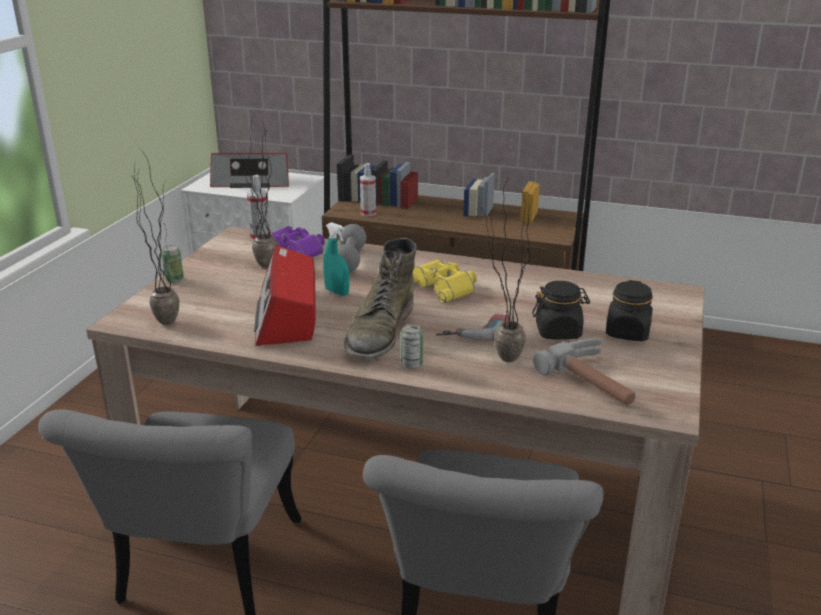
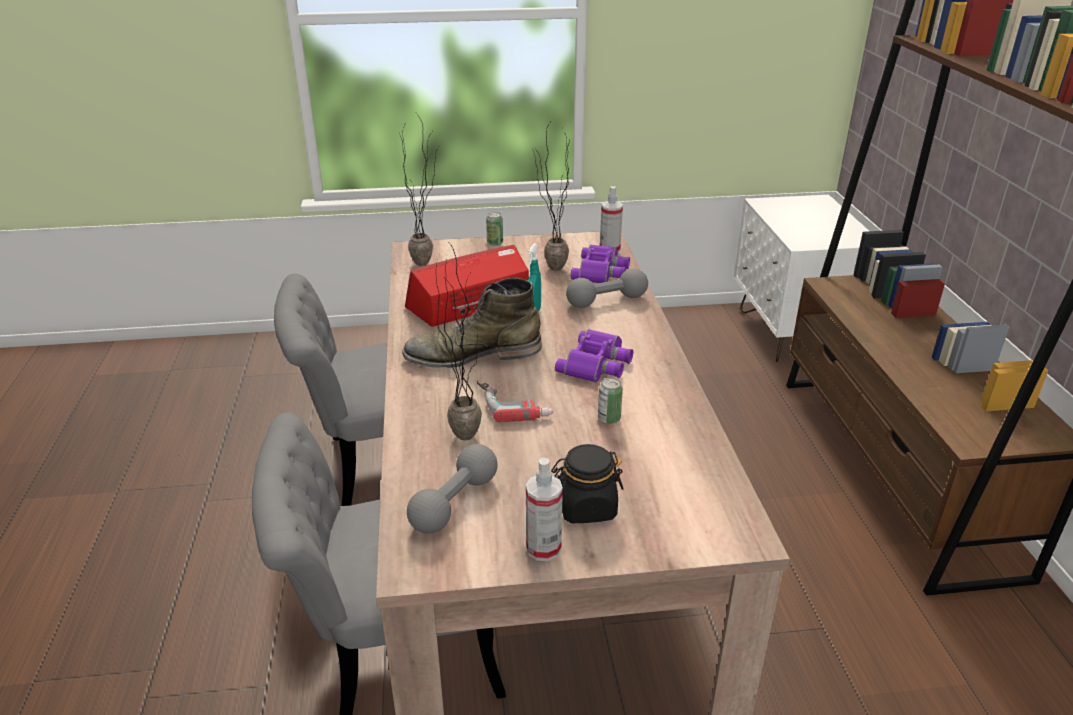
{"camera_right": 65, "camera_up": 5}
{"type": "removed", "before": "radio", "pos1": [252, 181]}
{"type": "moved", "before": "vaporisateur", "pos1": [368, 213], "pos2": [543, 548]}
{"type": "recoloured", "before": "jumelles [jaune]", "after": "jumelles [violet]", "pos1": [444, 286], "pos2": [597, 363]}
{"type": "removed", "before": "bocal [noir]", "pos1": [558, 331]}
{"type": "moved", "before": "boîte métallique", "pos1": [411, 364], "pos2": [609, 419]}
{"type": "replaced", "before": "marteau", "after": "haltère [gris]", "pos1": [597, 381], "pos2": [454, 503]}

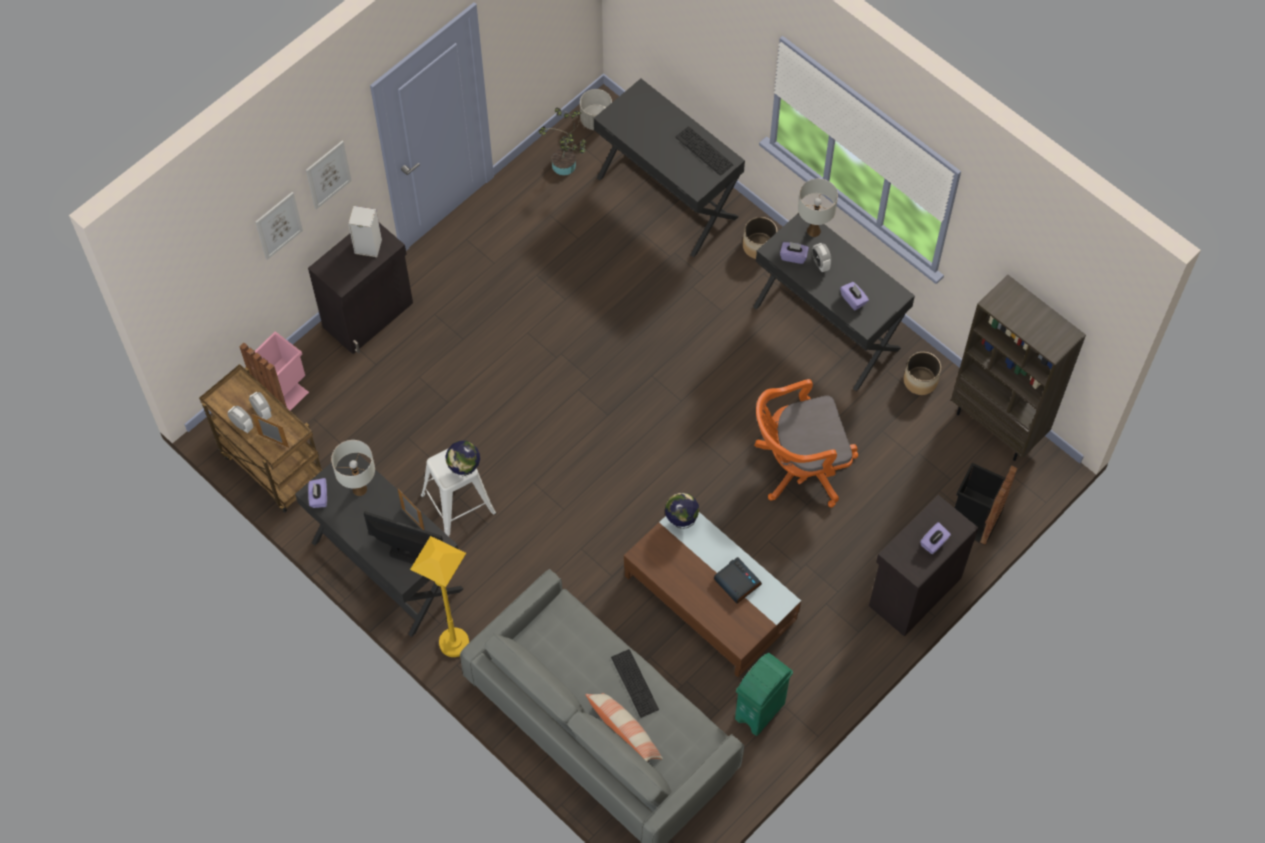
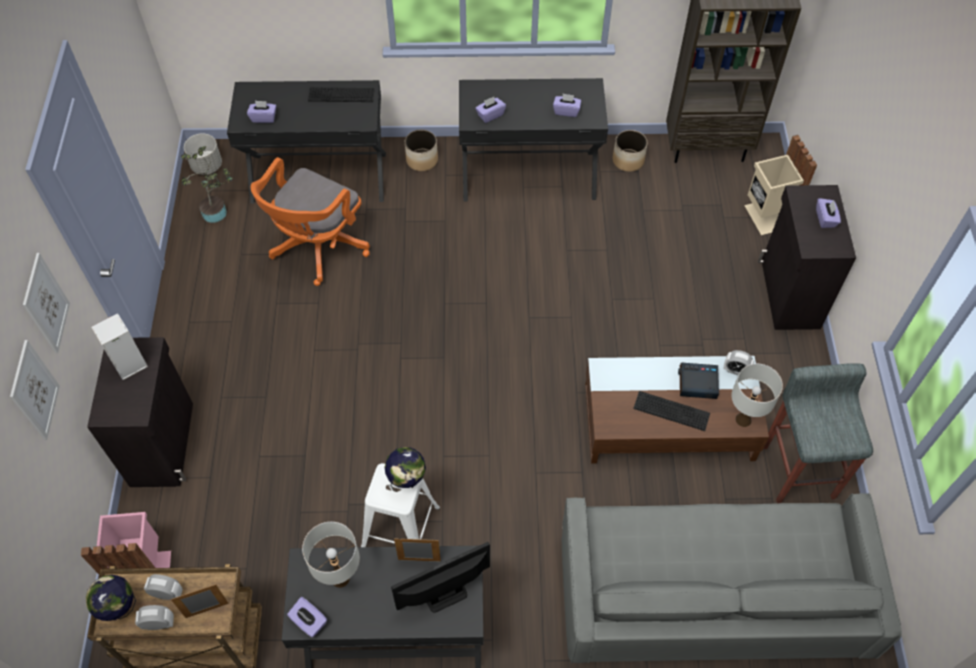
{"camera_right": -45, "camera_up": -5}
{"type": "moved", "before": "lampe de table [blanc]", "pos1": [813, 231], "pos2": [743, 420]}
{"type": "moved", "before": "réveil", "pos1": [820, 264], "pos2": [736, 371]}
{"type": "moved", "before": "chaise de bureau [orange]", "pos1": [799, 466], "pos2": [317, 248]}
{"type": "recoloured", "before": "poubelle [noir]", "after": "poubelle [beige]", "pos1": [974, 519], "pos2": [766, 217]}
{"type": "moved", "before": "globe", "pos1": [681, 520], "pos2": [119, 608]}
{"type": "removed", "before": "lampadaire [jaune]", "pos1": [454, 643]}
{"type": "moved", "before": "clavier", "pos1": [634, 683], "pos2": [671, 411]}
{"type": "replaced", "before": "poubelle [vert]", "after": "tabouret [gris]", "pos1": [760, 711], "pos2": [798, 470]}
{"type": "removed", "before": "coussin", "pos1": [624, 732]}
{"type": "added", "after": "boîte à mouchoirs [violet]", "pos2": [264, 117]}

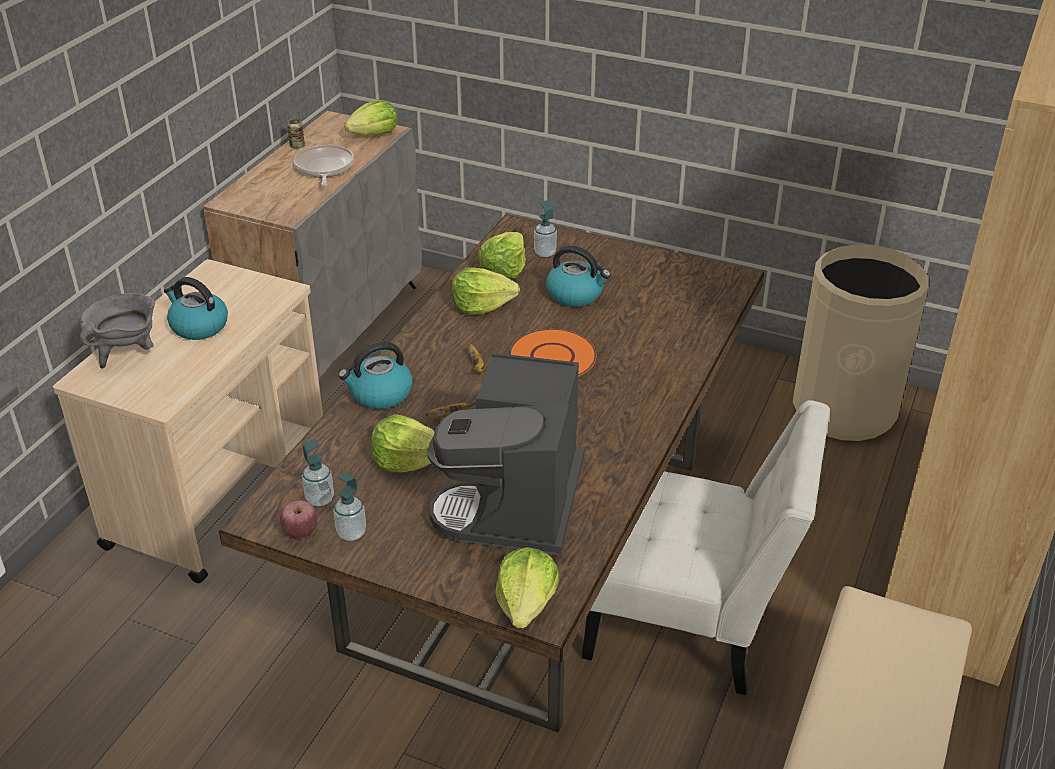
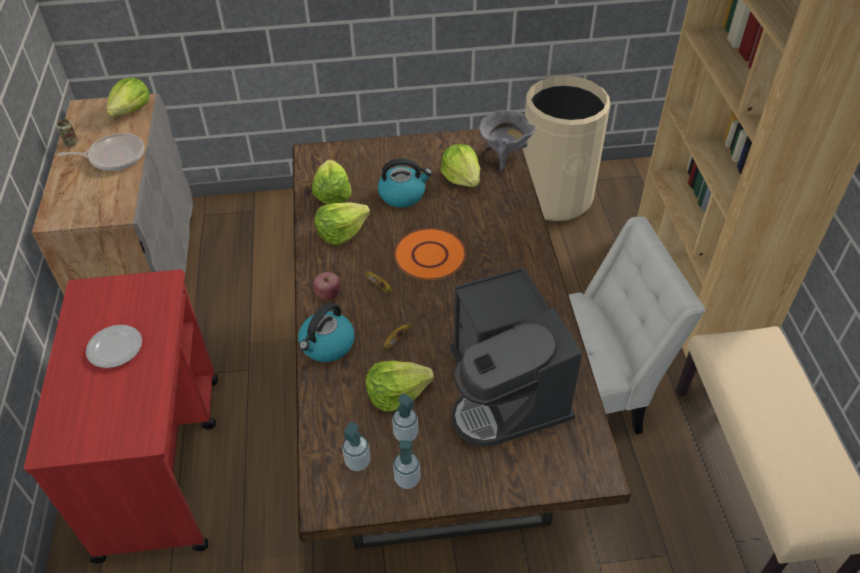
{"camera_right": -30, "camera_up": 10}
{"type": "turned", "before": "poêle", "pos1": [324, 168], "pos2": [114, 156], "turn": 120}
{"type": "moved", "before": "distributeur de savon", "pos1": [545, 252], "pos2": [406, 434]}
{"type": "recoloured", "before": "chariot [beige]", "after": "chariot [rouge]", "pos1": [221, 491], "pos2": [162, 462]}
{"type": "replaced", "before": "bouilloire", "after": "assiette", "pos1": [198, 326], "pos2": [115, 348]}
{"type": "moved", "before": "marmite [gris]", "pos1": [128, 353], "pos2": [504, 156]}
{"type": "moved", "before": "pomme", "pos1": [301, 532], "pos2": [328, 294]}
{"type": "moved", "before": "laitue", "pos1": [526, 604], "pos2": [462, 177]}

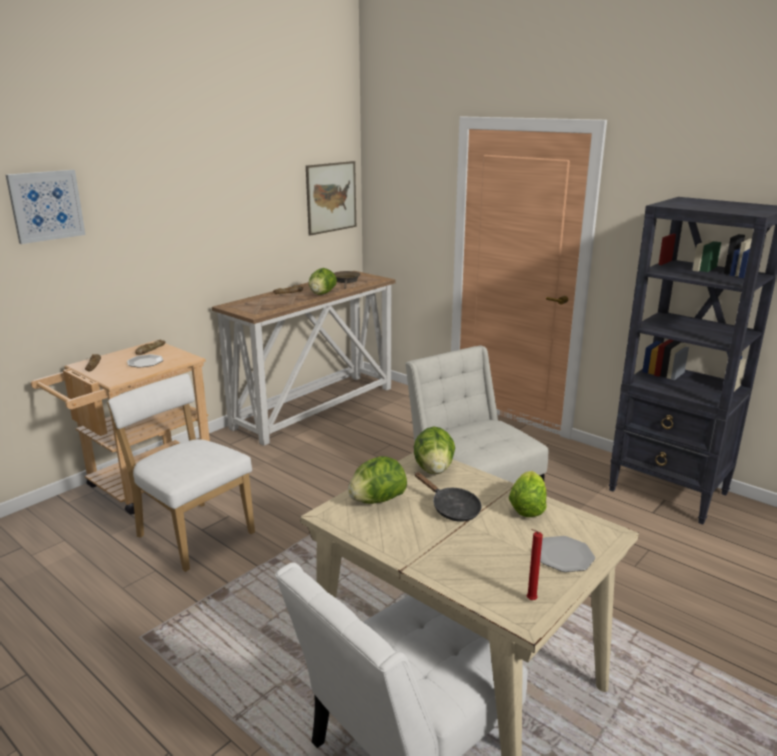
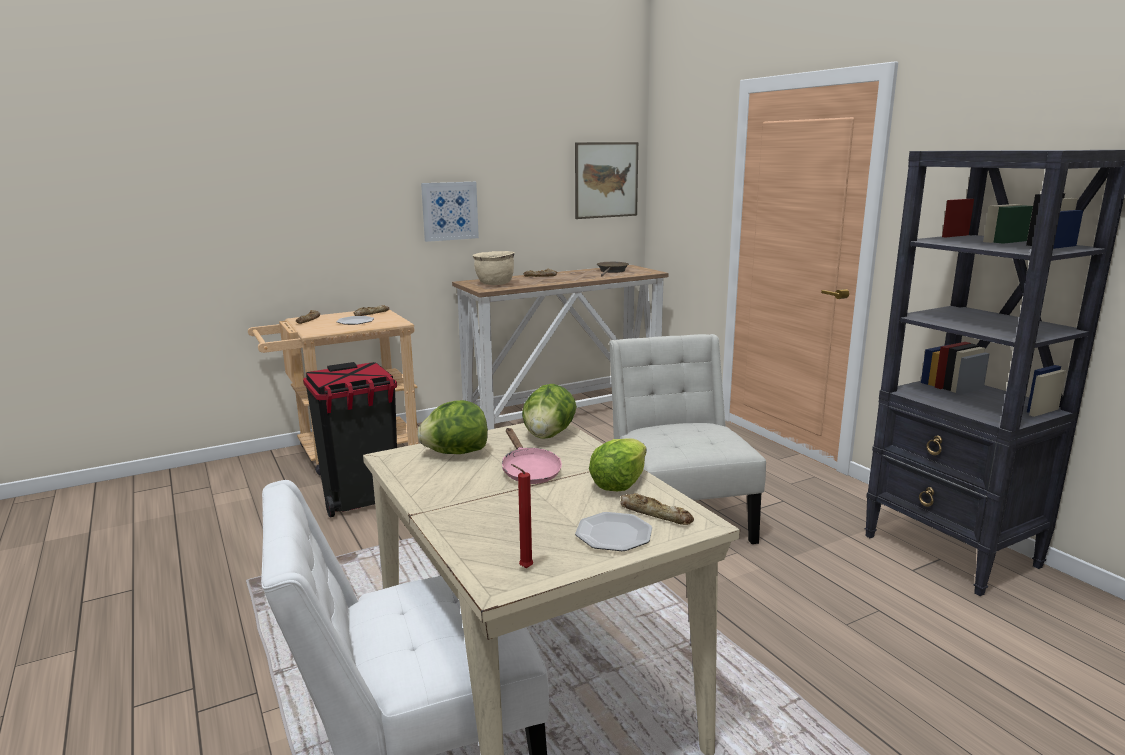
{"camera_right": 20, "camera_up": -5}
{"type": "moved", "before": "tableau", "pos1": [46, 206], "pos2": [449, 211]}
{"type": "removed", "before": "laitue", "pos1": [322, 294]}
{"type": "replaced", "before": "chaise [blanc]", "after": "poubelle [noir]", "pos1": [192, 533], "pos2": [362, 500]}
{"type": "recoloured", "before": "poêle [noir]", "after": "poêle [rose]", "pos1": [452, 509], "pos2": [529, 471]}
{"type": "added", "after": "marmite [beige]", "pos2": [494, 284]}
{"type": "added", "after": "pain", "pos2": [655, 514]}

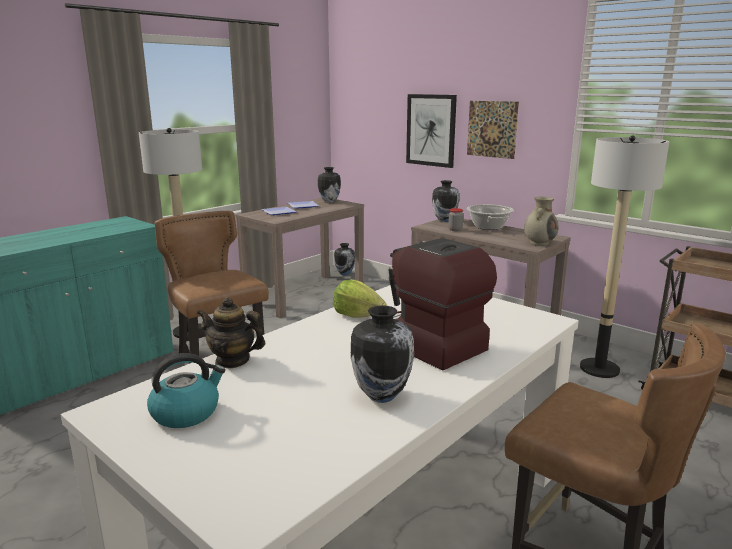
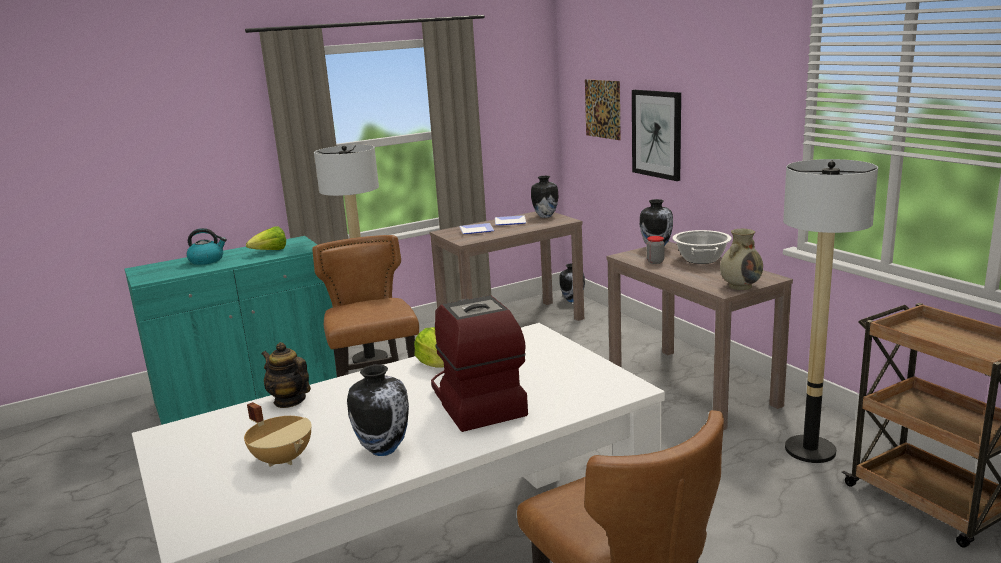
{"camera_right": 20, "camera_up": 0}
{"type": "moved", "before": "tableau", "pos1": [492, 129], "pos2": [602, 109]}
{"type": "moved", "before": "bouilloire", "pos1": [186, 412], "pos2": [207, 260]}
{"type": "added", "after": "laitue", "pos2": [270, 251]}
{"type": "added", "after": "marmite [beige]", "pos2": [283, 459]}

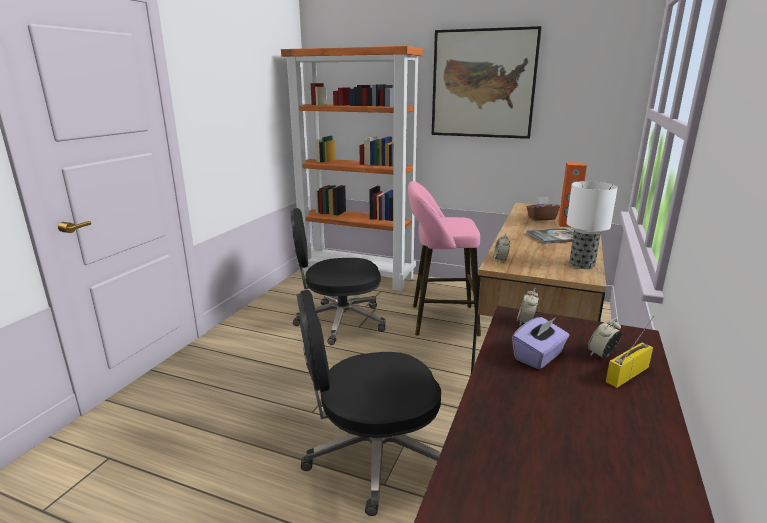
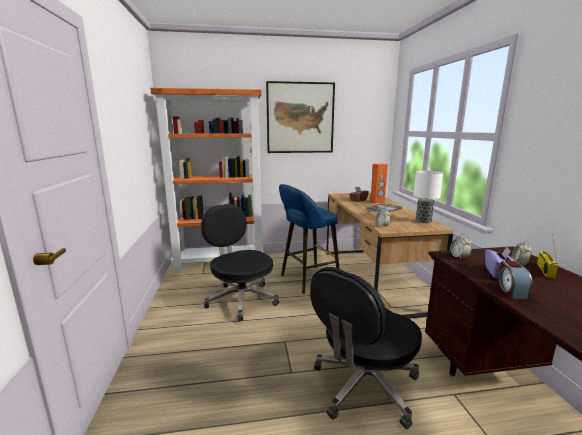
{"camera_right": -30, "camera_up": -5}
{"type": "recoloured", "before": "tabouret [rose]", "after": "tabouret [bleu]", "pos1": [439, 320], "pos2": [307, 280]}
{"type": "turned", "before": "chaise de bureau [noir]", "pos1": [339, 321], "pos2": [241, 299], "turn": 90}
{"type": "added", "after": "réveil", "pos2": [511, 291]}

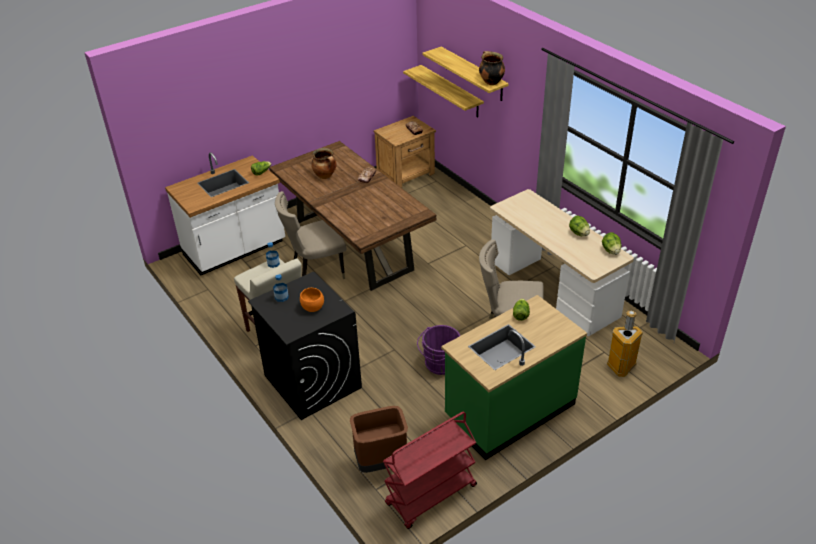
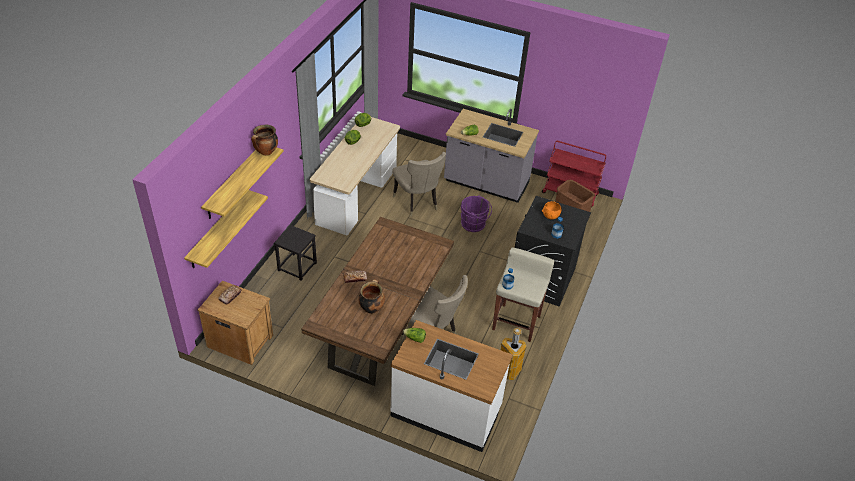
{"camera_right": -125, "camera_up": 5}
{"type": "recoloured", "before": "comptoir de cuisine [vert]", "after": "comptoir de cuisine [gris]", "pos1": [509, 410], "pos2": [486, 183]}
{"type": "moved", "before": "poubelle", "pos1": [621, 367], "pos2": [508, 370]}
{"type": "added", "after": "tabouret [noir]", "pos2": [297, 266]}

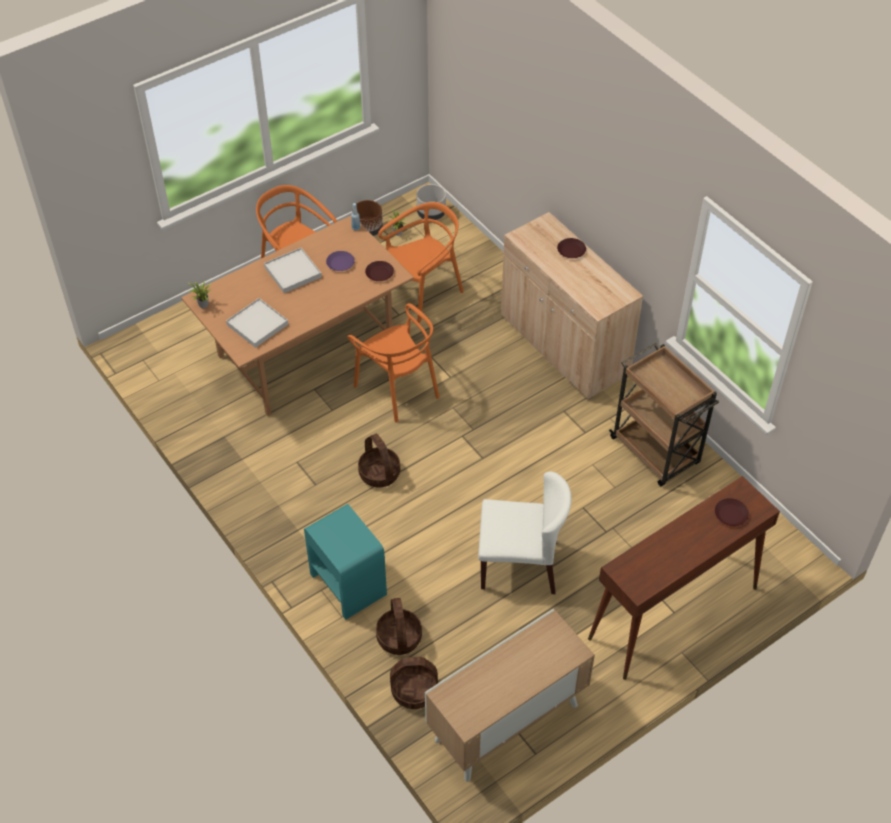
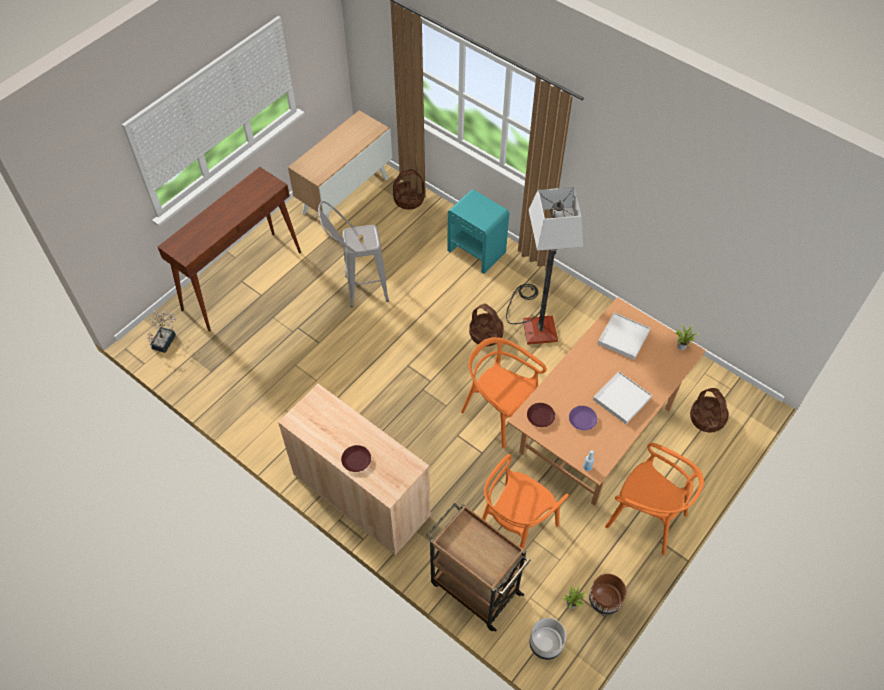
{"camera_right": 165, "camera_up": 5}
{"type": "moved", "before": "chariot [marron]", "pos1": [656, 452], "pos2": [474, 587]}
{"type": "replaced", "before": "chaise [blanc]", "after": "tabouret [gris]", "pos1": [520, 564], "pos2": [358, 290]}
{"type": "removed", "before": "assiette [marron]", "pos1": [731, 515]}
{"type": "moved", "before": "panier", "pos1": [398, 637], "pos2": [707, 419]}
{"type": "added", "after": "lampadaire", "pos2": [534, 322]}
{"type": "added", "after": "plante en pot", "pos2": [165, 339]}

